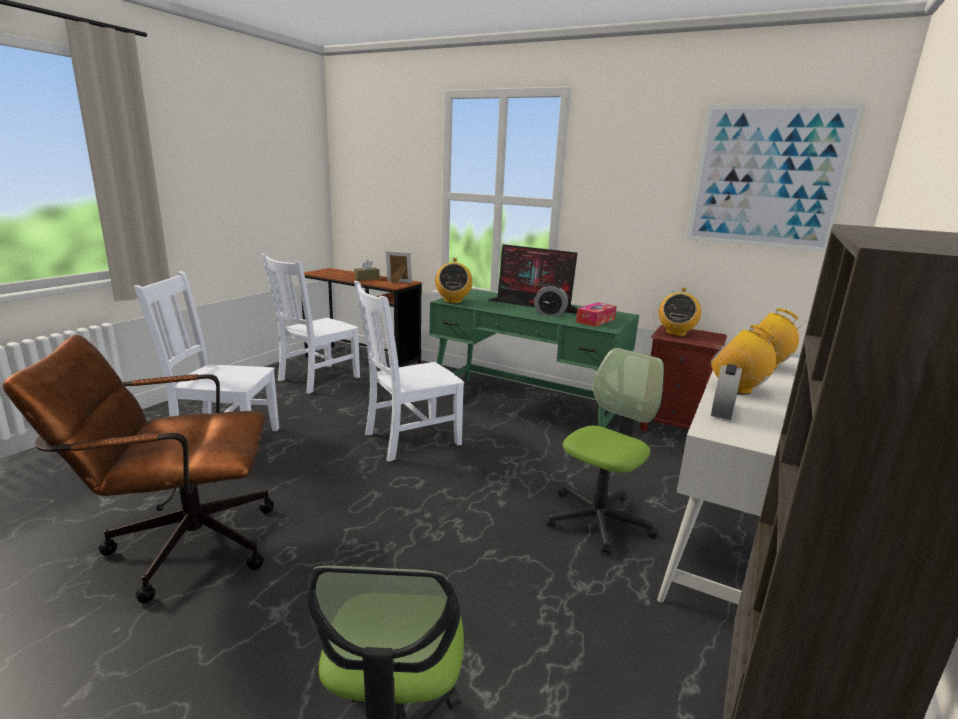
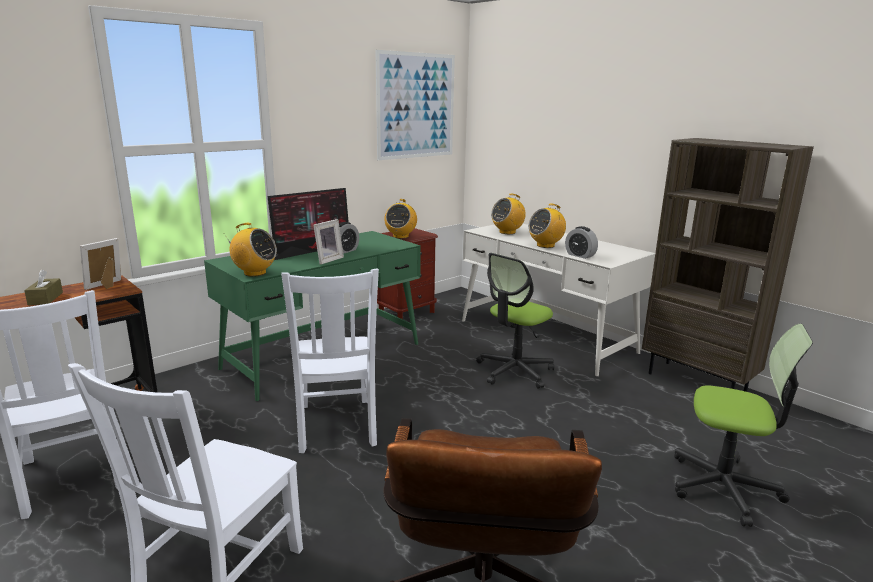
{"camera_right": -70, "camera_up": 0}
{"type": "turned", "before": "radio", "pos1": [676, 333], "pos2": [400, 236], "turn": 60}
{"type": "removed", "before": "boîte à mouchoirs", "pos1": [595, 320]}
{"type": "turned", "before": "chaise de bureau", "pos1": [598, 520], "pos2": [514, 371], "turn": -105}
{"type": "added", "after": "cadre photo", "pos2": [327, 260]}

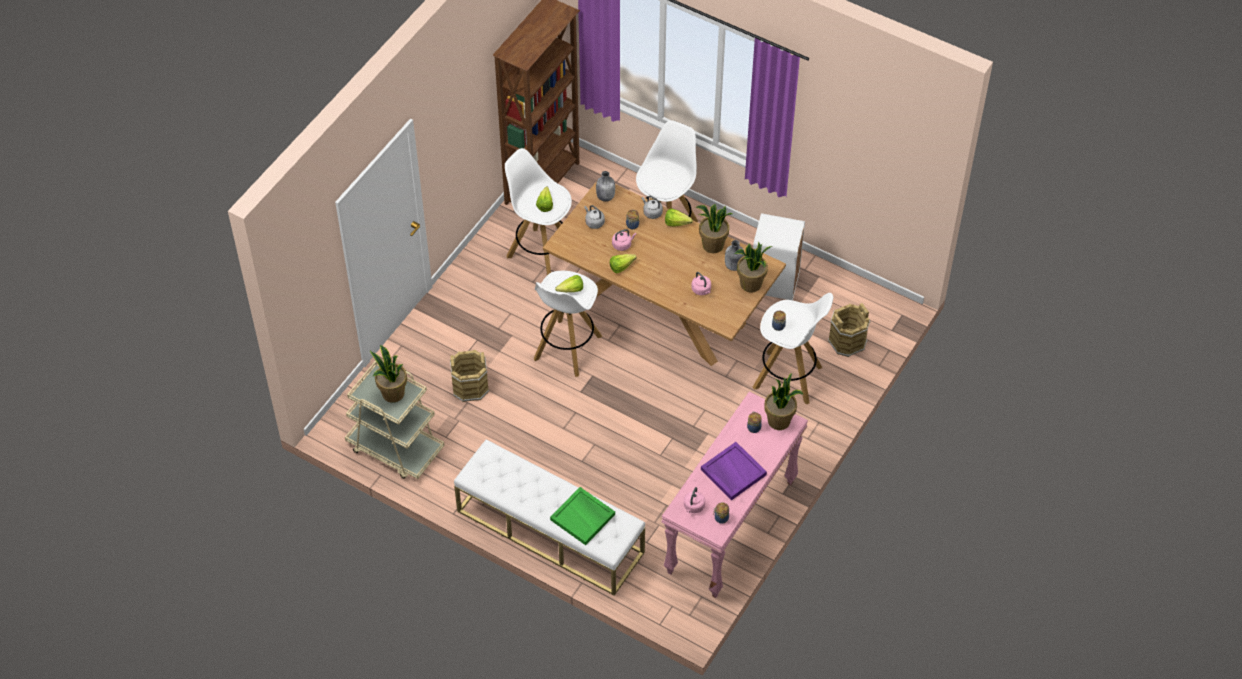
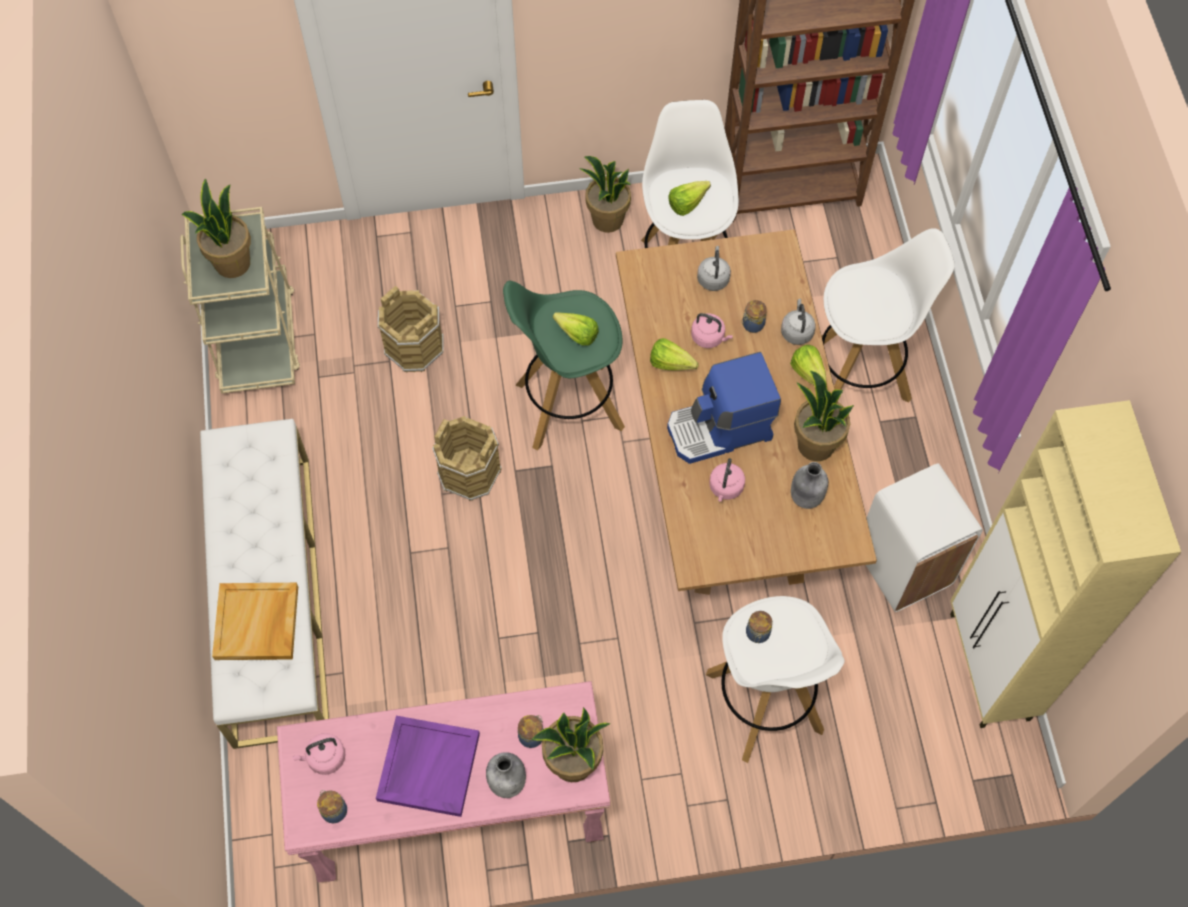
{"camera_right": 50, "camera_up": 10}
{"type": "moved", "before": "bouteille [gris]", "pos1": [605, 196], "pos2": [508, 782]}
{"type": "moved", "before": "plante en pot", "pos1": [751, 284], "pos2": [607, 220]}
{"type": "recoloured", "before": "tabouret [blanc]", "after": "tabouret [vert]", "pos1": [567, 348], "pos2": [567, 406]}
{"type": "moved", "before": "seau [marron]", "pos1": [847, 342], "pos2": [469, 473]}
{"type": "recoloured", "before": "plateau [vert]", "after": "plateau [beige]", "pos1": [583, 517], "pos2": [257, 623]}
{"type": "added", "after": "machine à café", "pos2": [720, 430]}
{"type": "added", "after": "meuble de rangement [beige]", "pos2": [989, 668]}

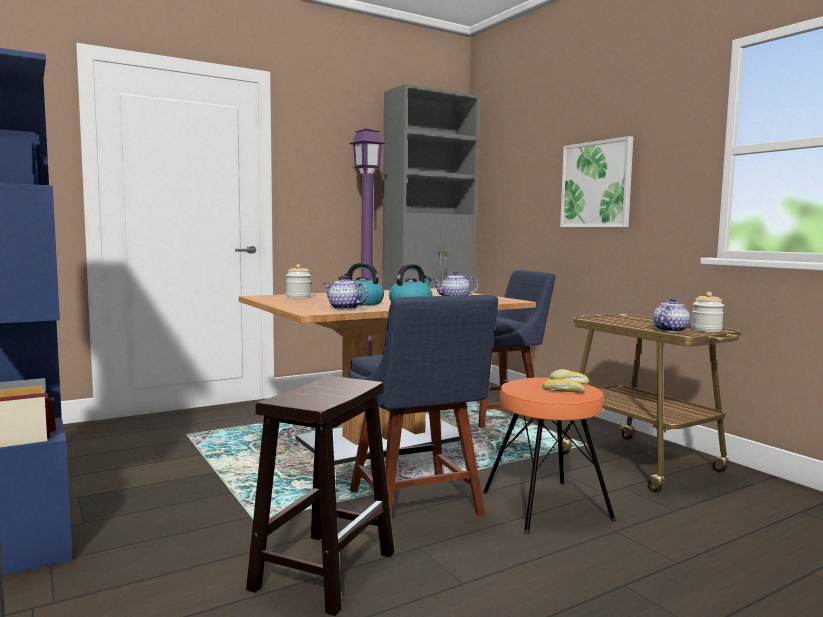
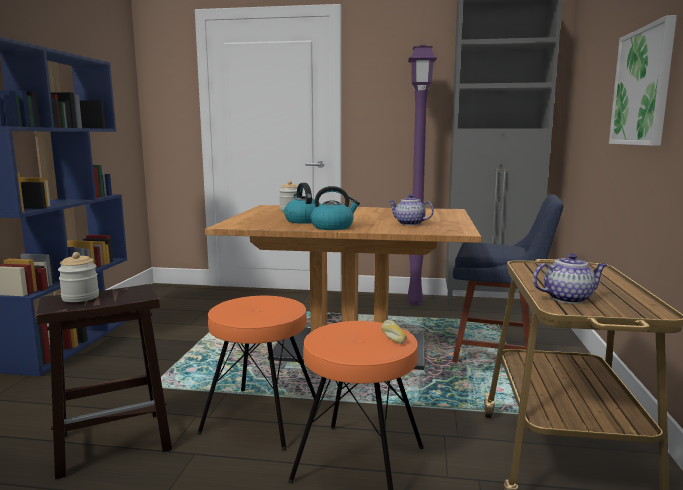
{"camera_right": 40, "camera_up": 5}
{"type": "removed", "before": "théière", "pos1": [344, 308]}
{"type": "moved", "before": "bocal", "pos1": [706, 330], "pos2": [80, 297]}
{"type": "replaced", "before": "chaise [bleu]", "after": "tabouret [orange]", "pos1": [417, 506], "pos2": [260, 417]}
{"type": "removed", "before": "pain", "pos1": [563, 391]}

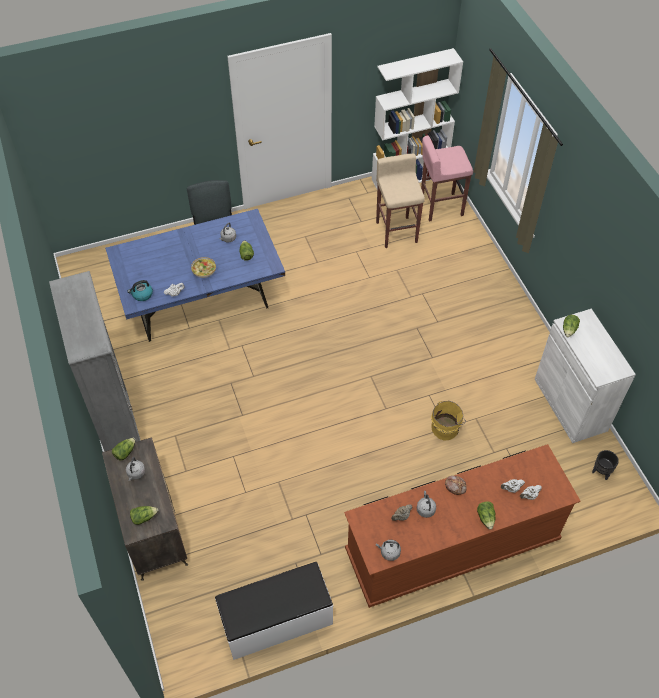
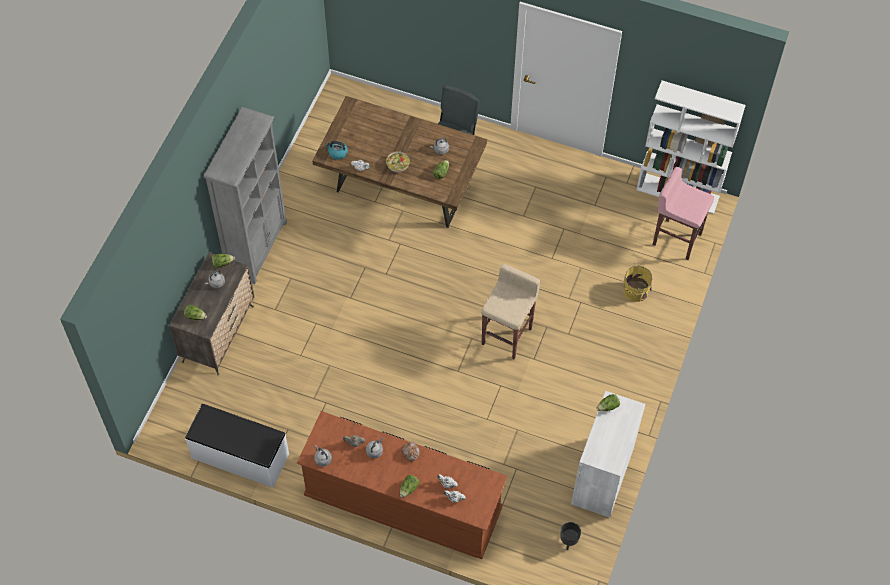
{"camera_right": 40, "camera_up": 5}
{"type": "moved", "before": "tabouret [beige]", "pos1": [397, 231], "pos2": [507, 336]}
{"type": "recoloured", "before": "table à manger [bleu]", "after": "table à manger [marron]", "pos1": [203, 305], "pos2": [402, 190]}
{"type": "moved", "before": "seau [jaune]", "pos1": [446, 428], "pos2": [637, 291]}

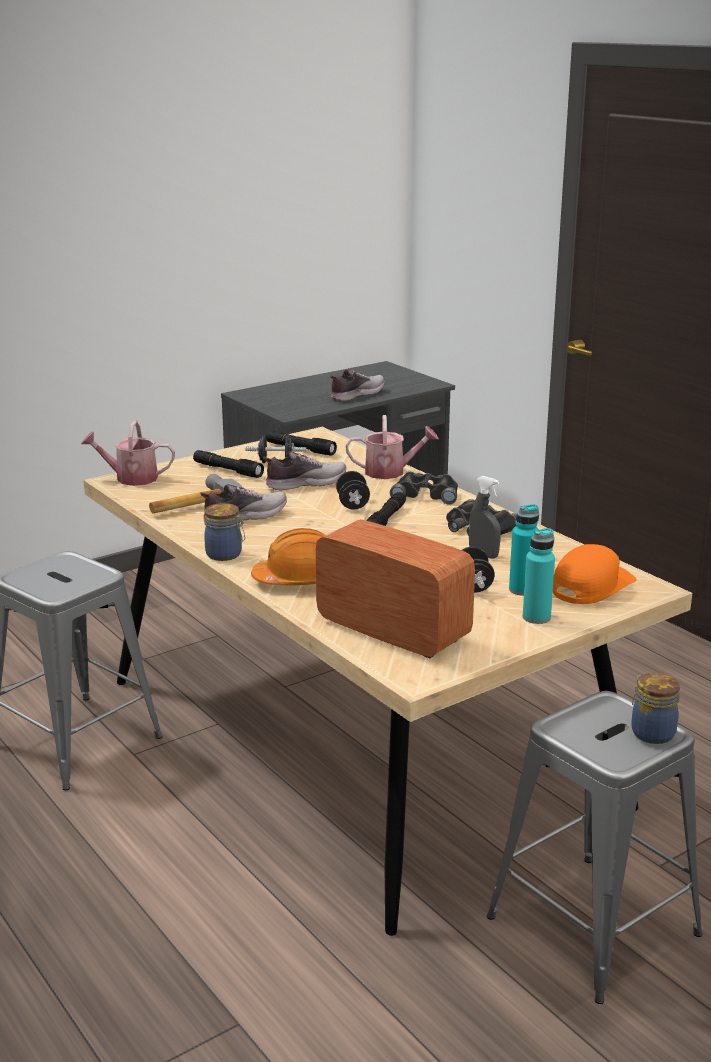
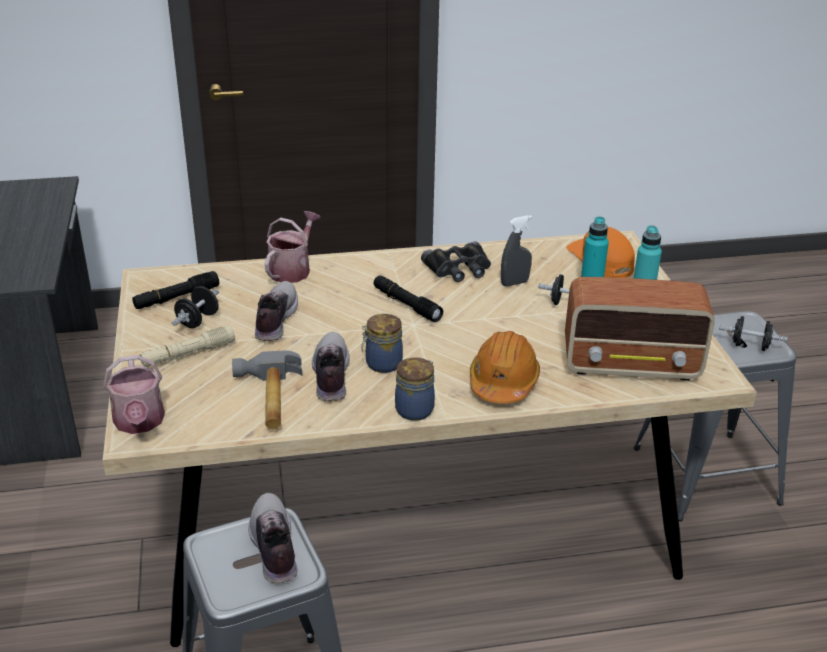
{"camera_right": -65, "camera_up": 10}
{"type": "moved", "before": "chaussure", "pos1": [356, 395], "pos2": [273, 547]}
{"type": "turned", "before": "arrosoir", "pos1": [130, 478], "pos2": [139, 423], "turn": -45}
{"type": "recoloured", "before": "lampe de poche [noir]", "after": "lampe de poche [beige]", "pos1": [227, 470], "pos2": [188, 354]}
{"type": "moved", "before": "haltère [noir]", "pos1": [352, 504], "pos2": [749, 346]}
{"type": "removed", "before": "jumelles [noir]", "pos1": [426, 494]}
{"type": "turned", "before": "radio", "pos1": [391, 630], "pos2": [632, 365], "turn": -150}
{"type": "moved", "before": "bocal", "pos1": [651, 732], "pos2": [382, 364]}

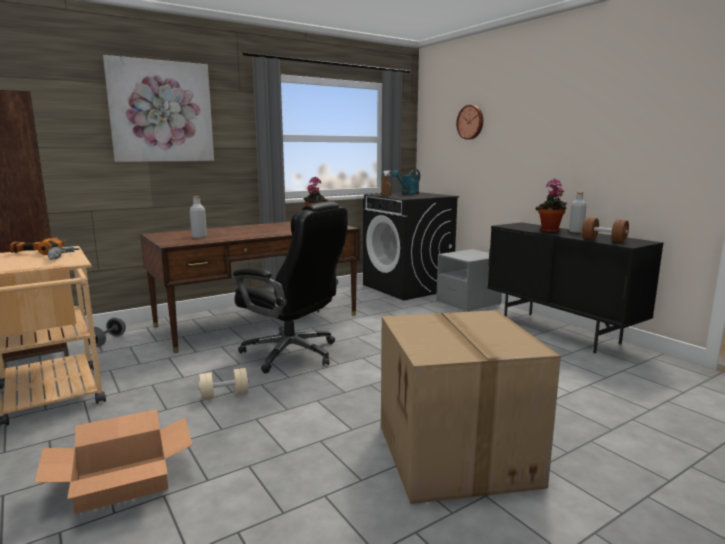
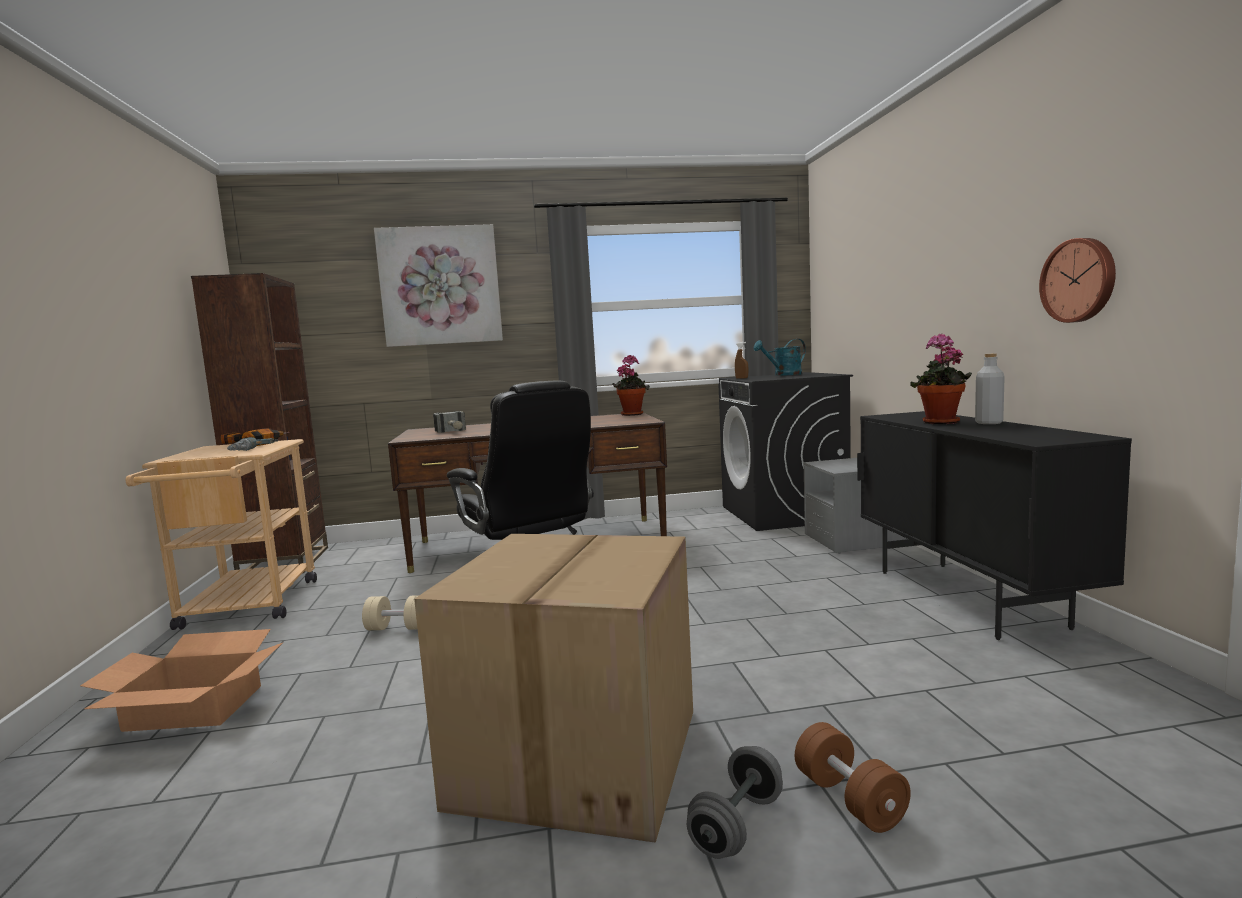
{"camera_right": 25, "camera_up": -5}
{"type": "moved", "before": "horloge murale", "pos1": [471, 122], "pos2": [1079, 280]}
{"type": "replaced", "before": "bouteille [gris]", "after": "marteau", "pos1": [199, 237], "pos2": [453, 432]}
{"type": "moved", "before": "haltère [marron]", "pos1": [603, 240], "pos2": [849, 799]}
{"type": "moved", "before": "haltère [gris]", "pos1": [107, 341], "pos2": [737, 825]}

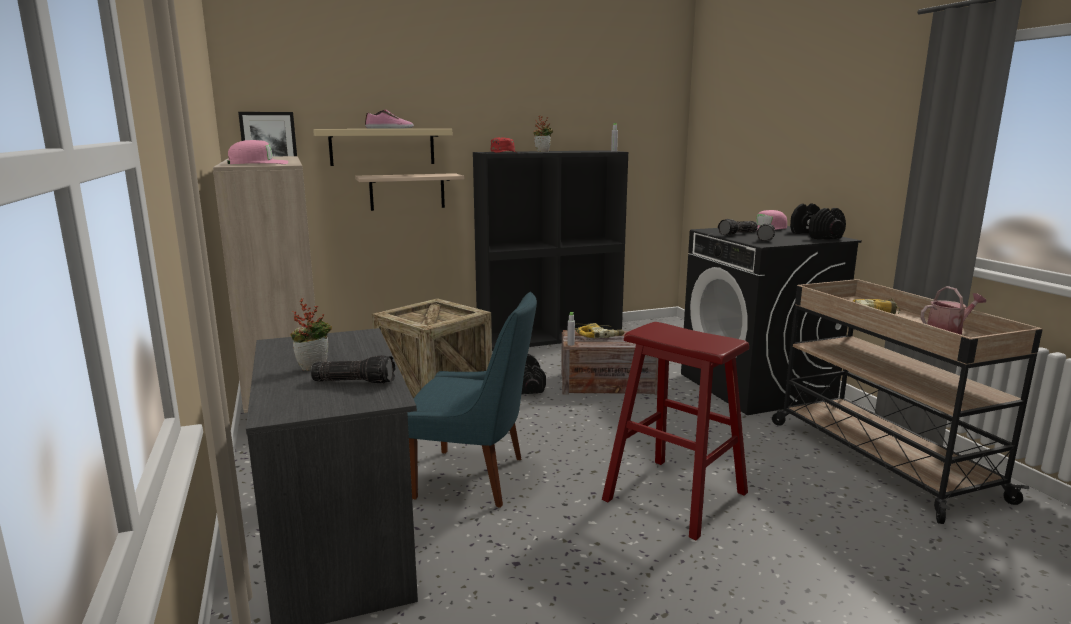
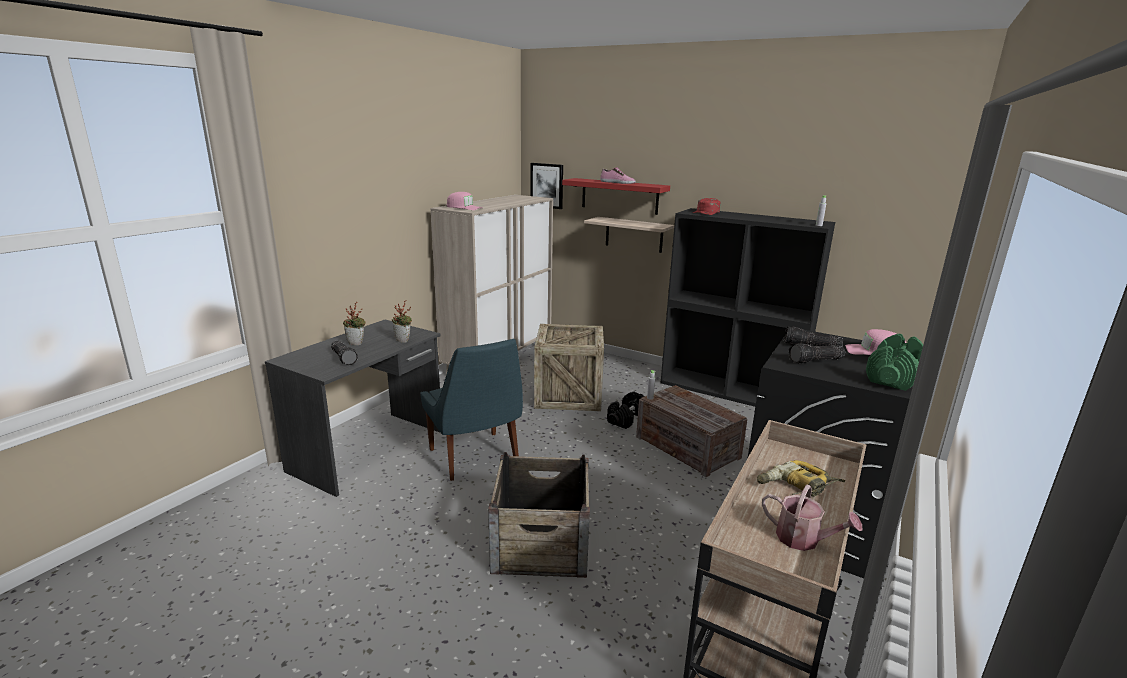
{"camera_right": 50, "camera_up": 5}
{"type": "moved", "before": "plante en pot", "pos1": [543, 152], "pos2": [404, 340]}
{"type": "recoloured", "before": "étagère [beige]", "after": "étagère [rouge]", "pos1": [382, 147], "pos2": [619, 196]}
{"type": "recoloured", "before": "haltère [noir]", "after": "haltère [vert]", "pos1": [815, 235], "pos2": [892, 377]}
{"type": "replaced", "before": "tabouret [rouge]", "after": "caisse", "pos1": [675, 496], "pos2": [541, 543]}
{"type": "removed", "before": "perceuse", "pos1": [598, 335]}

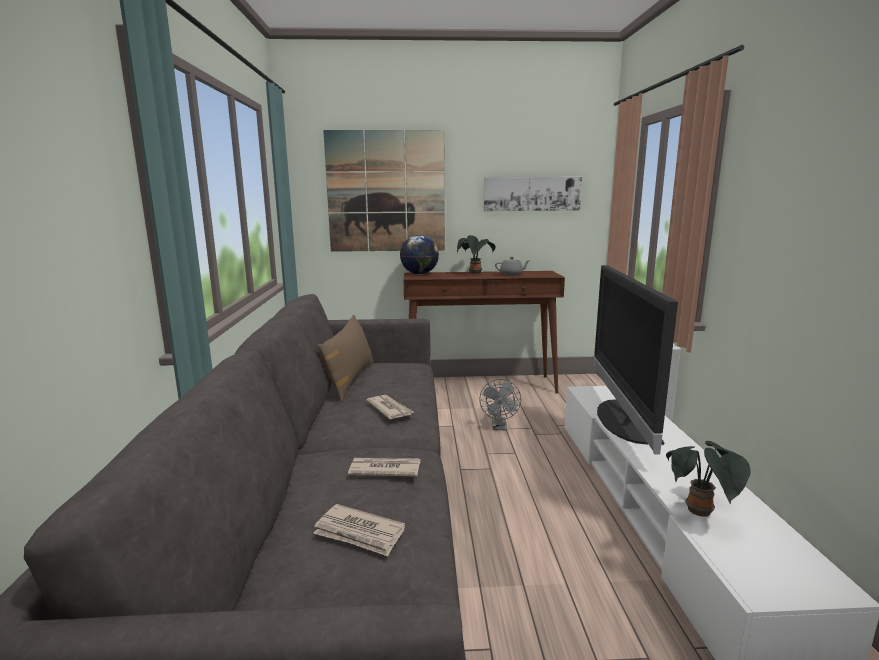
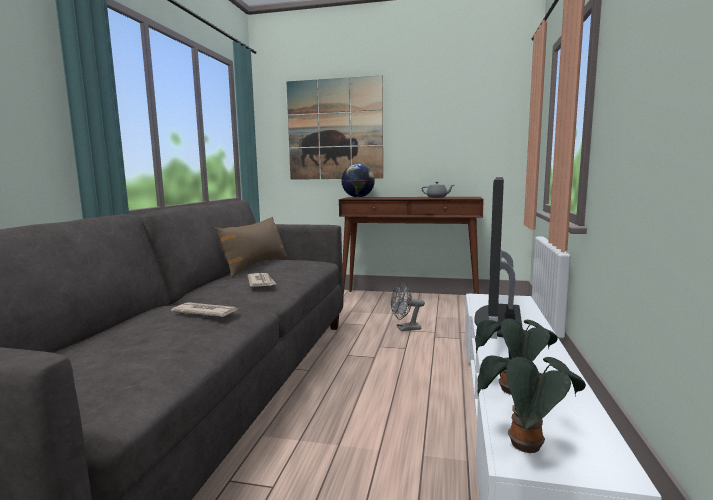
{"camera_right": 15, "camera_up": -5}
{"type": "removed", "before": "tableau", "pos1": [531, 194]}
{"type": "moved", "before": "plante en pot", "pos1": [475, 273], "pos2": [526, 448]}
{"type": "turned", "before": "ventilateur [gris]", "pos1": [499, 427], "pos2": [405, 329], "turn": 60}
{"type": "removed", "before": "journal", "pos1": [359, 533]}

